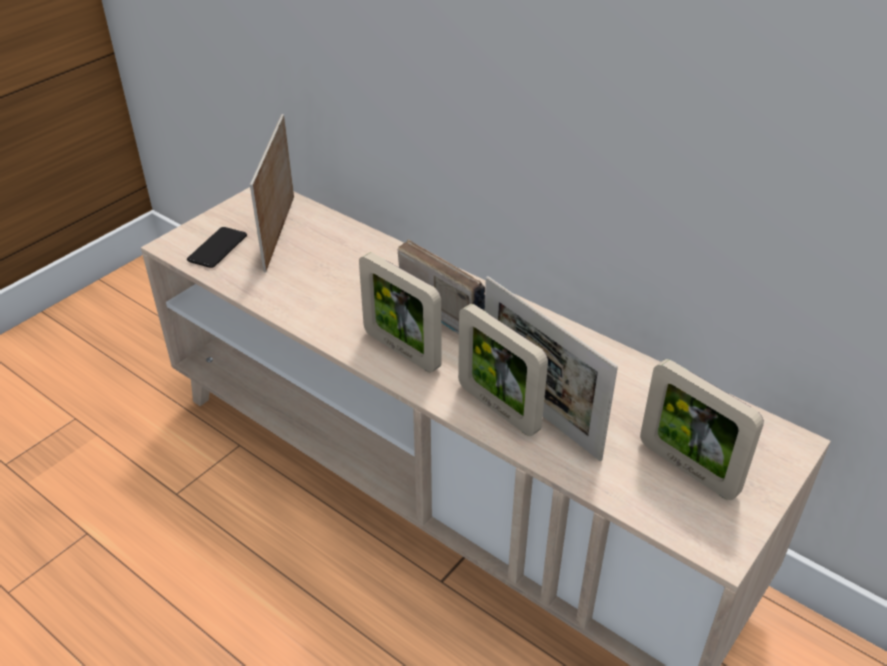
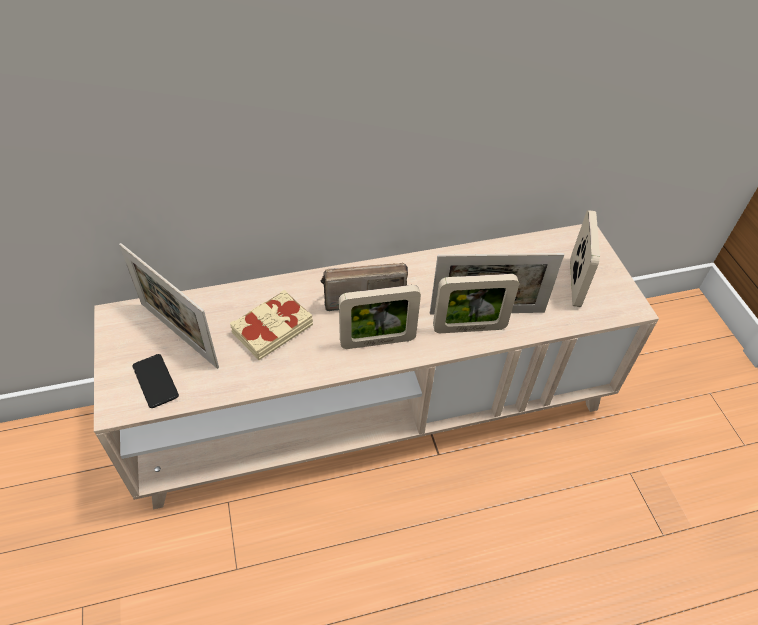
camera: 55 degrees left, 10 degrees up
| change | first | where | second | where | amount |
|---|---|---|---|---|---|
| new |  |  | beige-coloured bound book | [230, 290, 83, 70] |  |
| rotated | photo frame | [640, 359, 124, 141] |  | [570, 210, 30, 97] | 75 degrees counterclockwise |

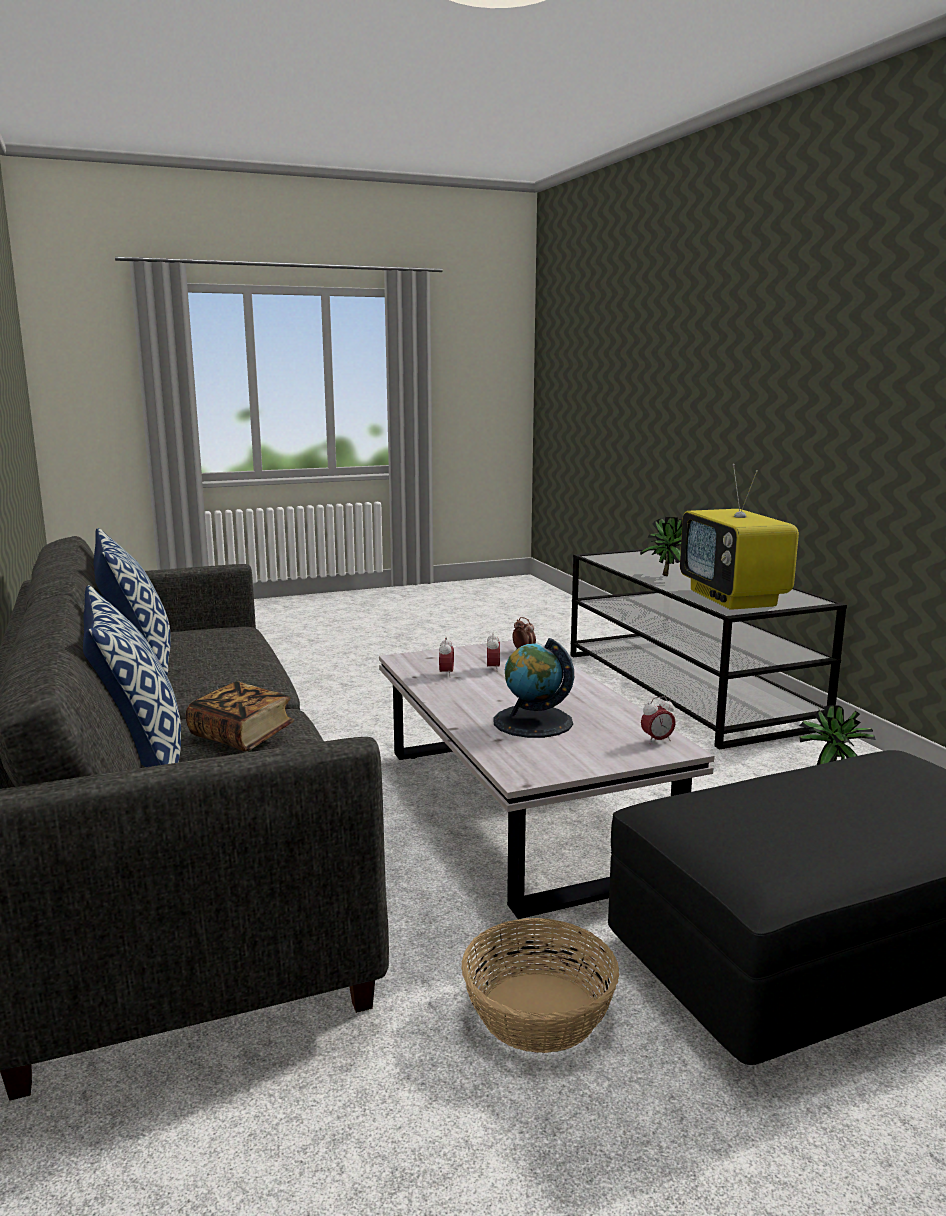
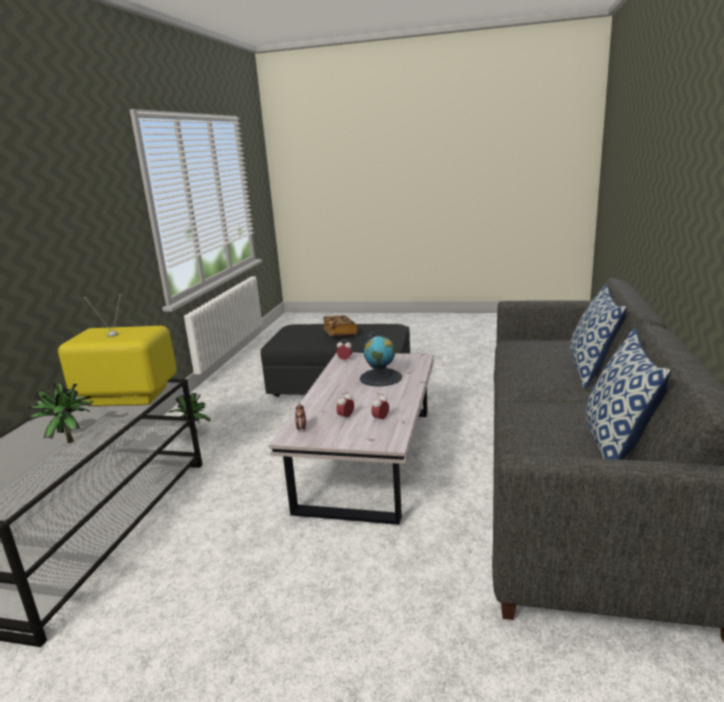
camera: 145 degrees left, 5 degrees up
| change | first | where | second | where | amount |
|---|---|---|---|---|---|
| rotated | TV | [680, 464, 119, 146] |  | [58, 294, 119, 112] | 105 degrees counterclockwise |
| shifted | bound book | [186, 681, 108, 71] |  | [323, 315, 35, 22] |  |
| gone | basket | [461, 918, 158, 135] |  |  |  |

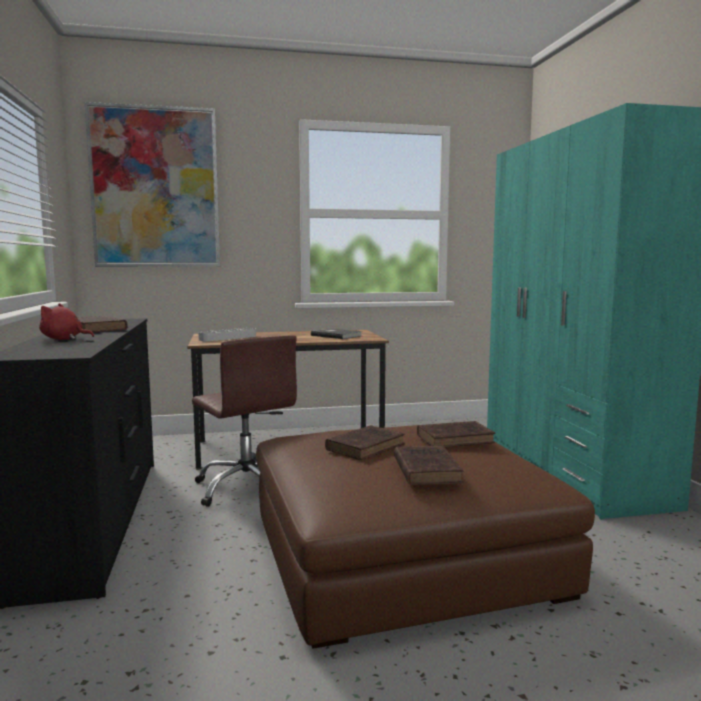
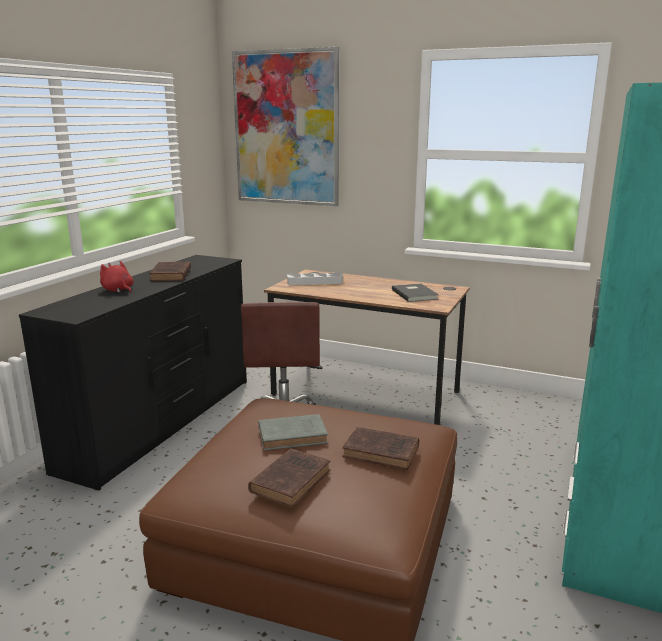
camera: 35 degrees right, 10 degrees up
| change | first | where | second | where | amount |
|---|---|---|---|---|---|
| repainted | brown-coloured bound book | [325, 425, 80, 35] | grey bound book | [259, 414, 69, 36] |  |

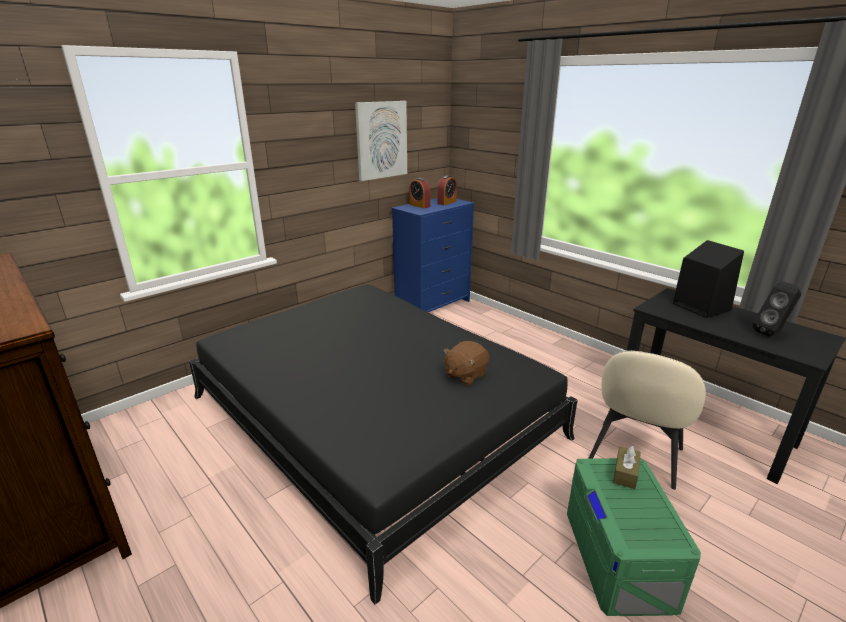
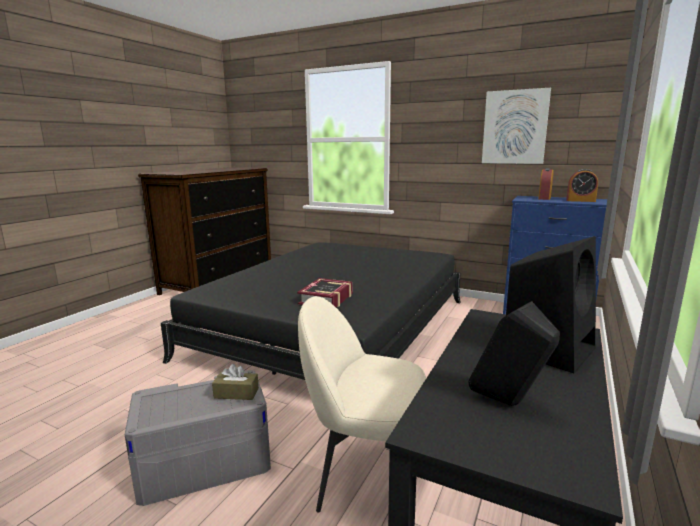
camera: 70 degrees right, 10 degrees down
| change | first | where | second | where | amount |
|---|---|---|---|---|---|
| repainted | greenish storage box | [567, 458, 134, 158] | grey storage box | [125, 370, 146, 136] |  |
| swapped | brown-coloured soft toy | [443, 341, 46, 44] | bound book | [297, 278, 56, 29] |  |

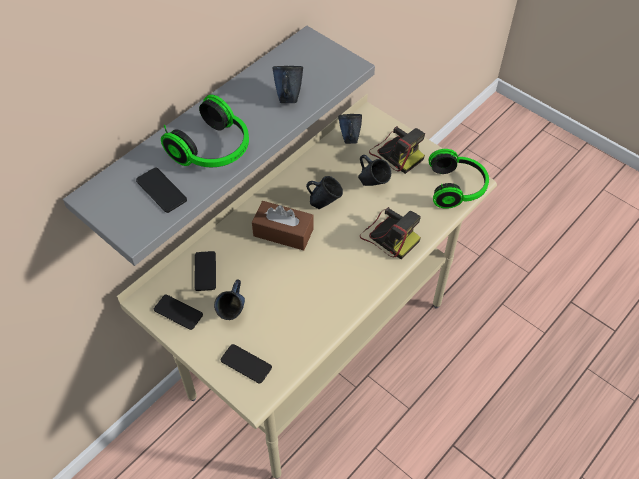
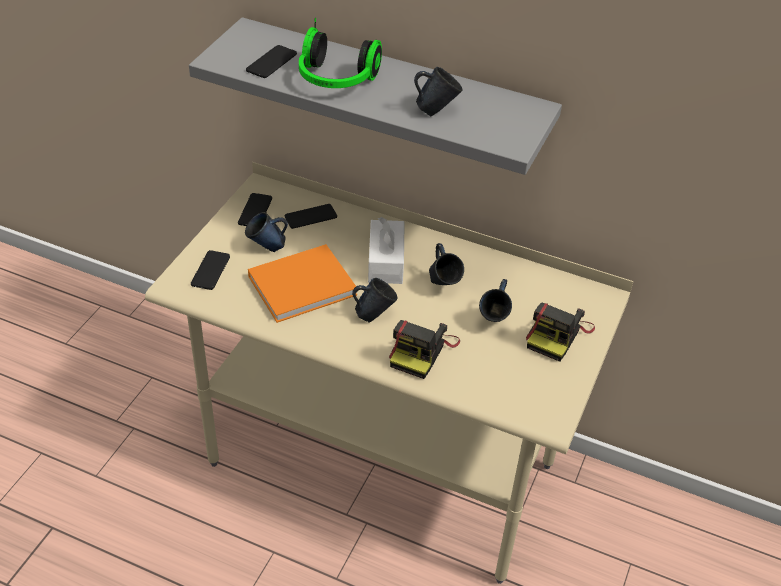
camera: 70 degrees right, 10 degrees down
| change | first | where | second | where | amount |
|---|---|---|---|---|---|
| new |  |  | orange bound book | [248, 244, 109, 79] |  |
| shifted | blue coffee mug | [338, 114, 24, 30] |  | [352, 278, 45, 44] |  |
| repainted | brown-coloured tissue holder | [252, 201, 62, 50] | whitish tissue holder | [368, 217, 37, 67] |  |
| gone | headset | [429, 149, 60, 60] |  |  |  |

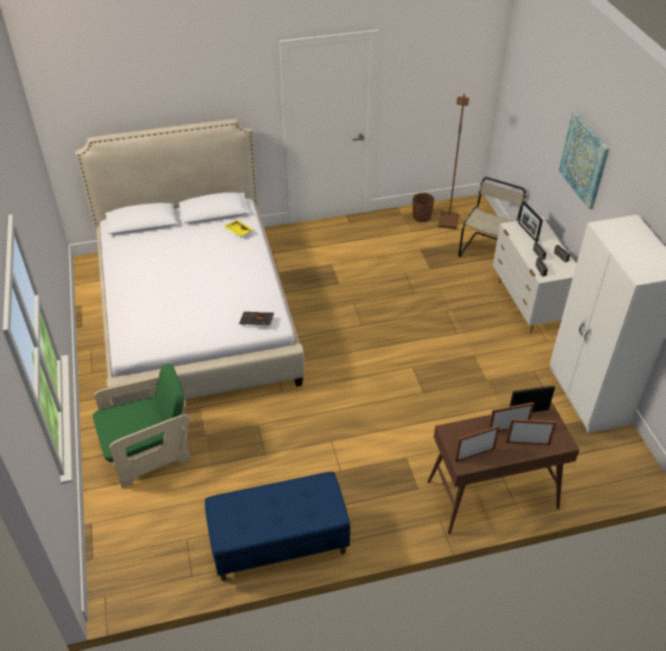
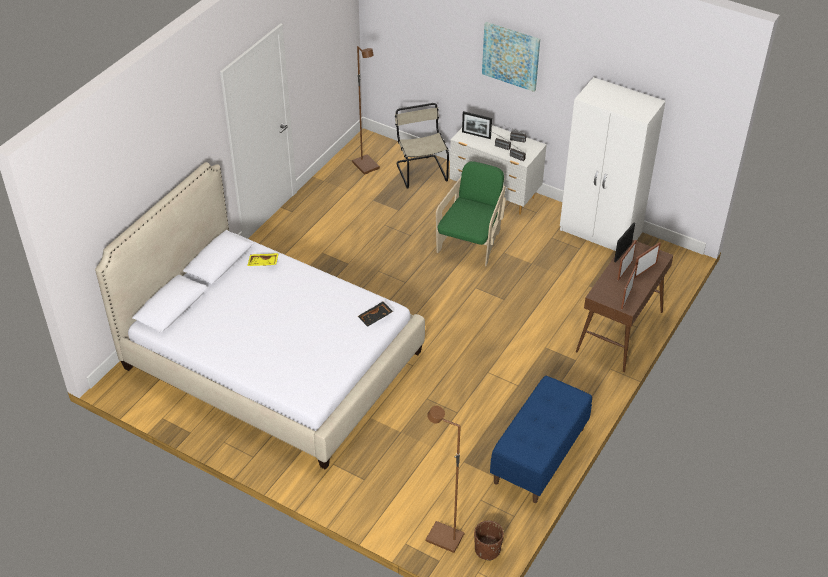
camera: 45 degrees left, 0 degrees up
| change | first | where | second | where | amount |
|---|---|---|---|---|---|
| new |  |  | brown-coloured standing lamp | [426, 406, 38, 147] |  |
| shifted | greenish lounge chair | [93, 364, 99, 124] |  | [436, 161, 70, 105] |  |
| shifted | brown-coloured flower pot | [412, 193, 22, 29] |  | [474, 521, 30, 40] |  |

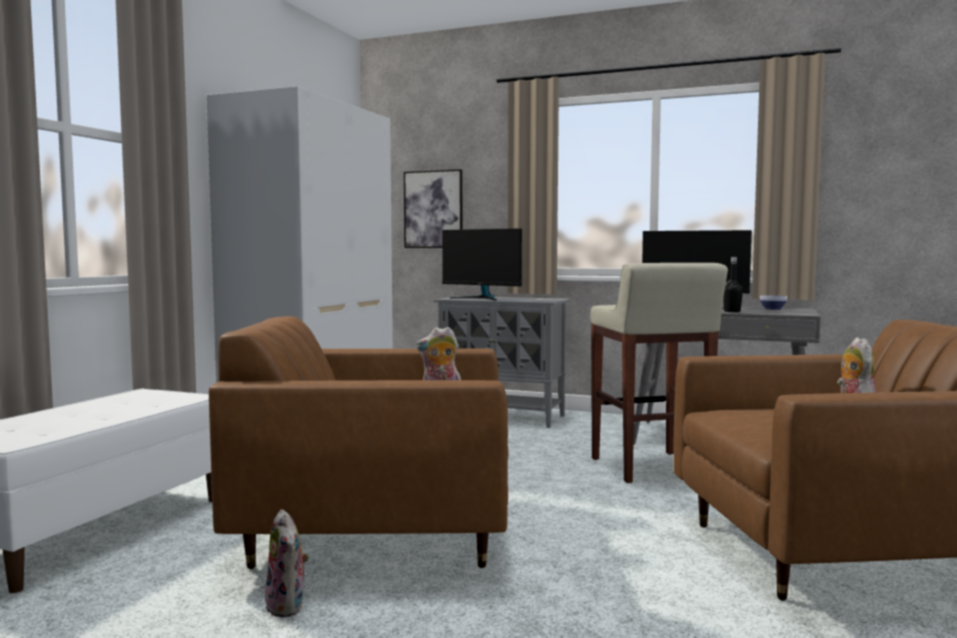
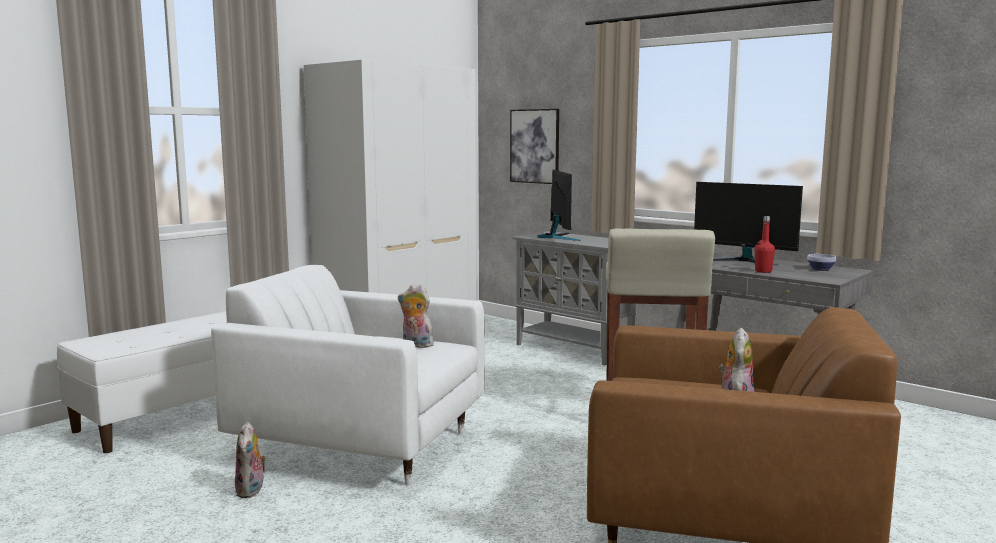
camera: 20 degrees right, 5 degrees up
| change | first | where | second | where | amount |
|---|---|---|---|---|---|
| repainted | brown-coloured lounge chair | [209, 316, 299, 253] | whitish lounge chair | [211, 265, 274, 220] |  |
| rotated | computer display | [442, 228, 80, 73] |  | [537, 170, 43, 71] | 150 degrees counterclockwise |
| repainted | blackish bottle | [723, 257, 20, 55] | red bottle | [755, 216, 20, 57] |  |

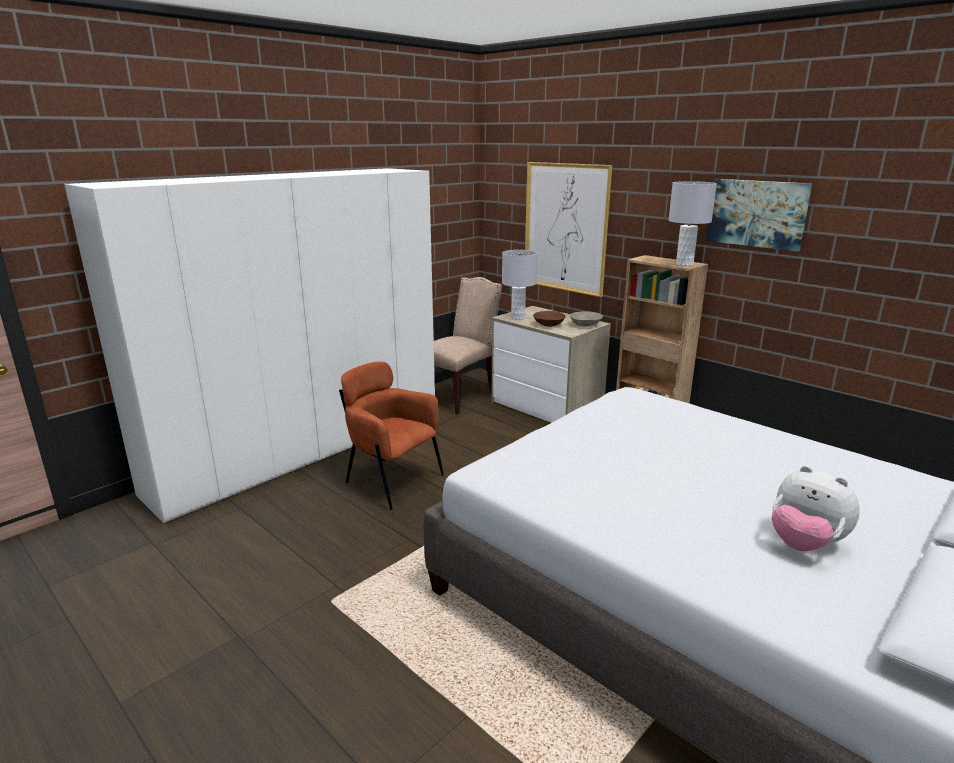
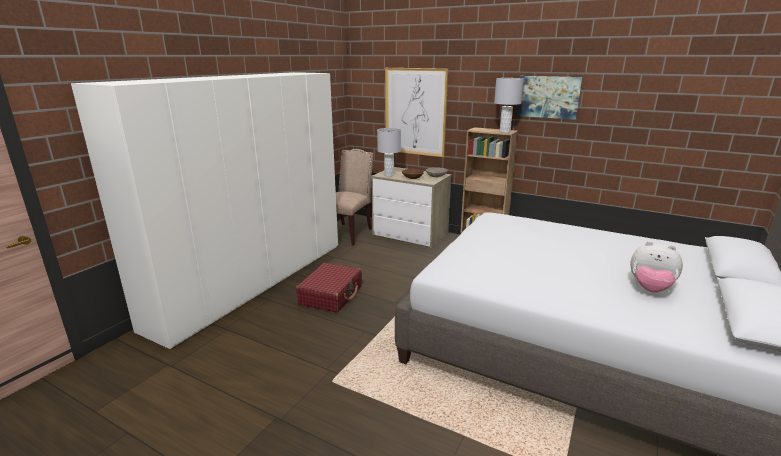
camera: 15 degrees left, 0 degrees up
| change | first | where | second | where | amount |
|---|---|---|---|---|---|
| swapped | brown-coloured lounge chair | [339, 362, 105, 148] | red piece of luggage | [296, 263, 66, 50] |  |

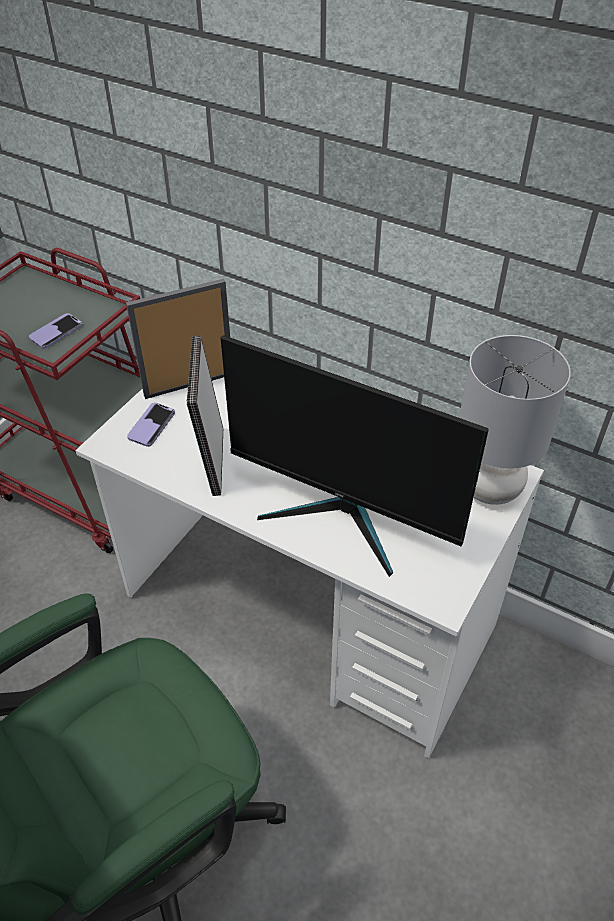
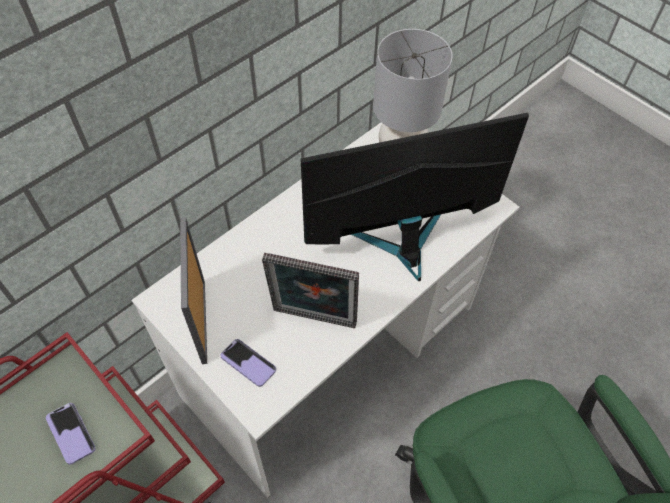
camera: 75 degrees left, 10 degrees up
| change | first | where | second | where | amount |
|---|---|---|---|---|---|
| rotated | computer display | [221, 335, 268, 242] |  | [301, 113, 228, 168] | 150 degrees counterclockwise |

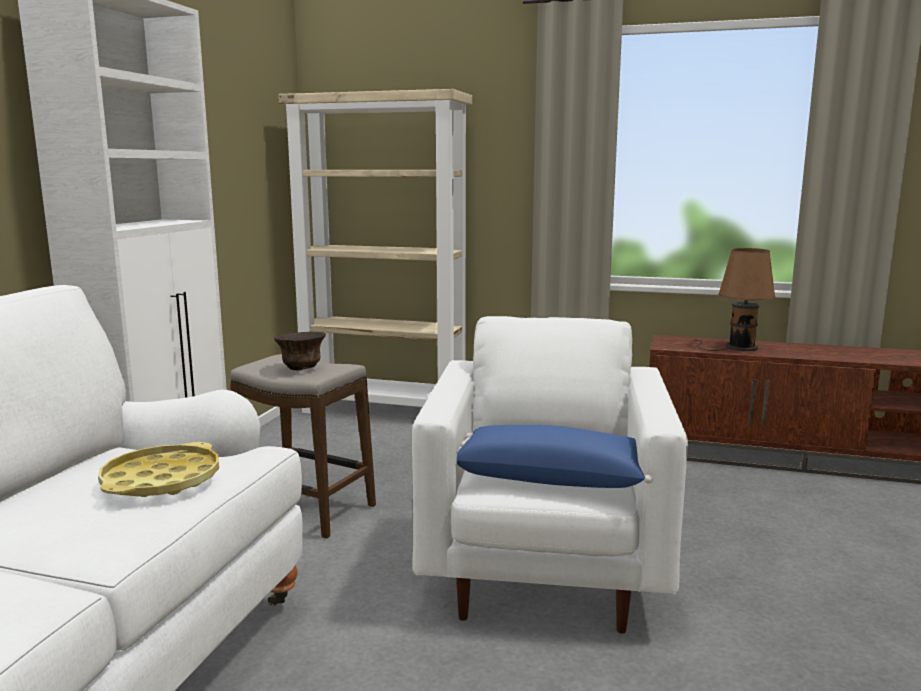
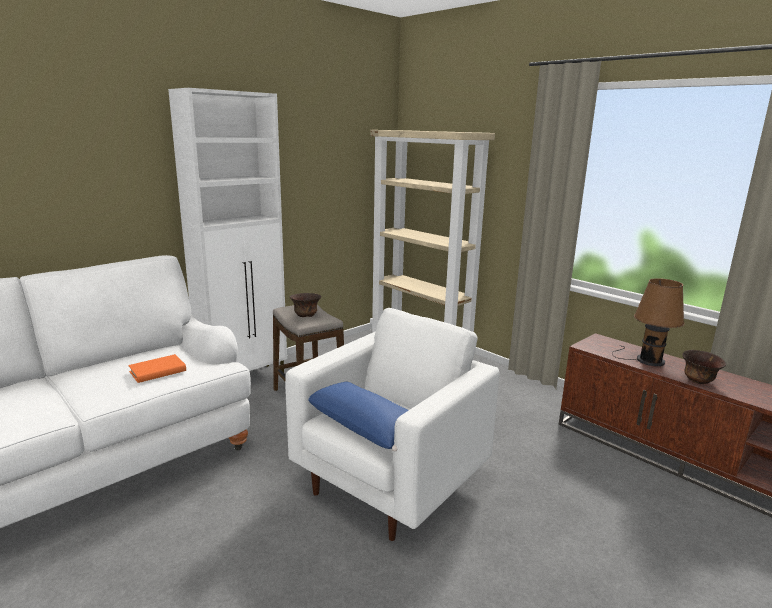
camera: 30 degrees right, 5 degrees up
| change | first | where | second | where | amount |
|---|---|---|---|---|---|
| swapped | yellow-coloured serving tray | [98, 442, 121, 55] | orange bound book | [128, 354, 58, 29] |  |
| new |  |  | brown-coloured serving bowl | [683, 350, 43, 34] |  |

